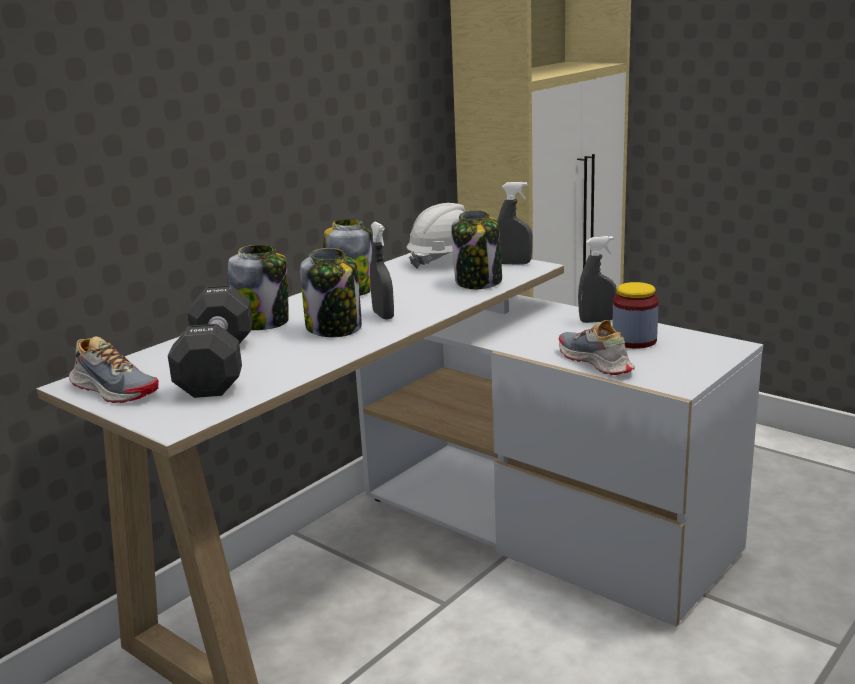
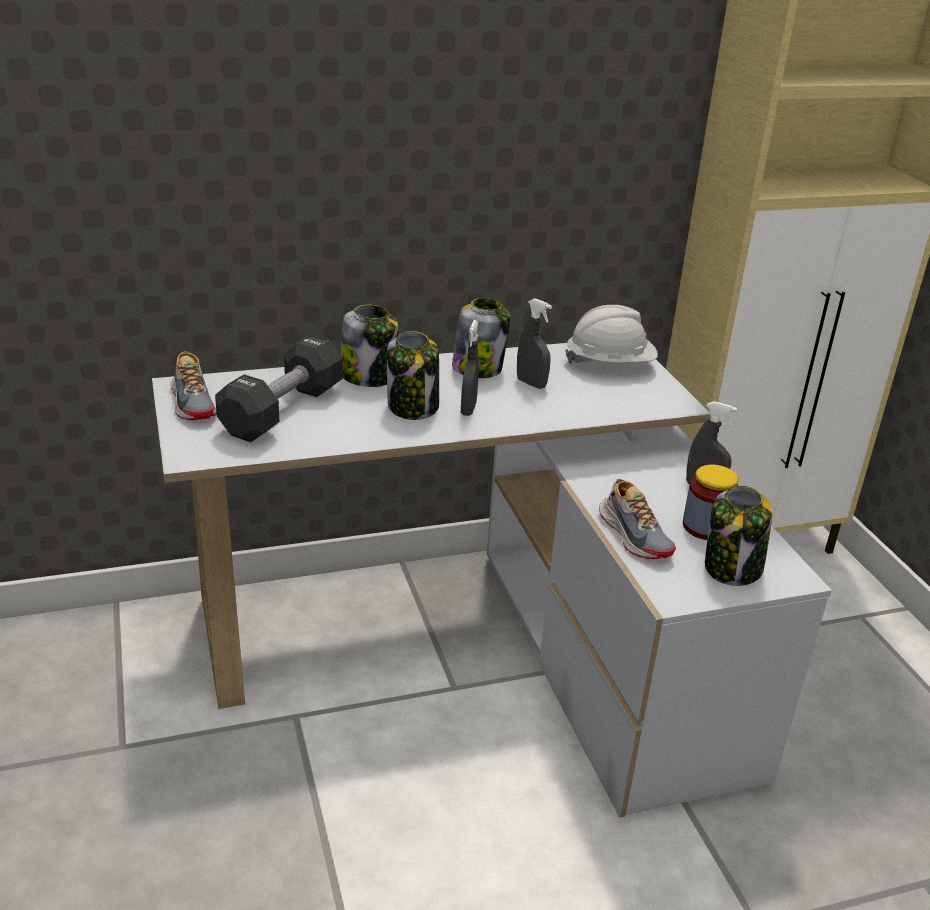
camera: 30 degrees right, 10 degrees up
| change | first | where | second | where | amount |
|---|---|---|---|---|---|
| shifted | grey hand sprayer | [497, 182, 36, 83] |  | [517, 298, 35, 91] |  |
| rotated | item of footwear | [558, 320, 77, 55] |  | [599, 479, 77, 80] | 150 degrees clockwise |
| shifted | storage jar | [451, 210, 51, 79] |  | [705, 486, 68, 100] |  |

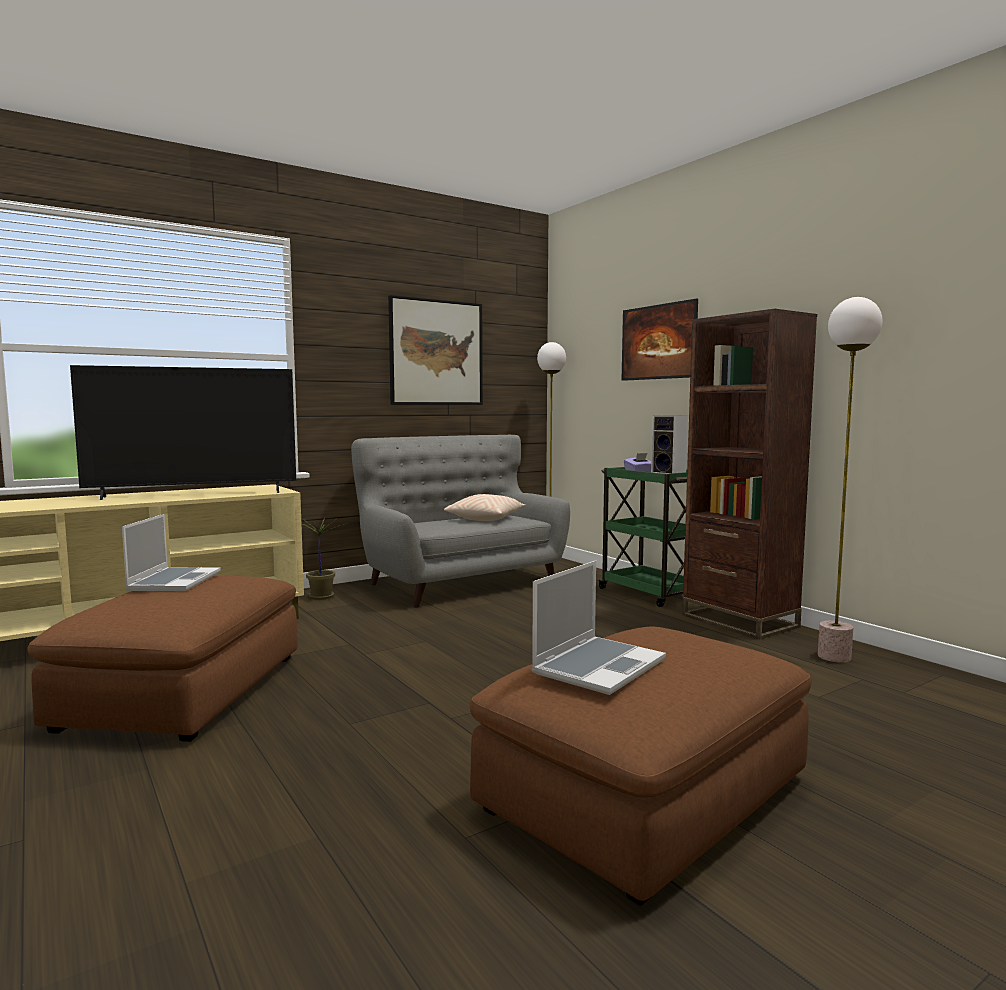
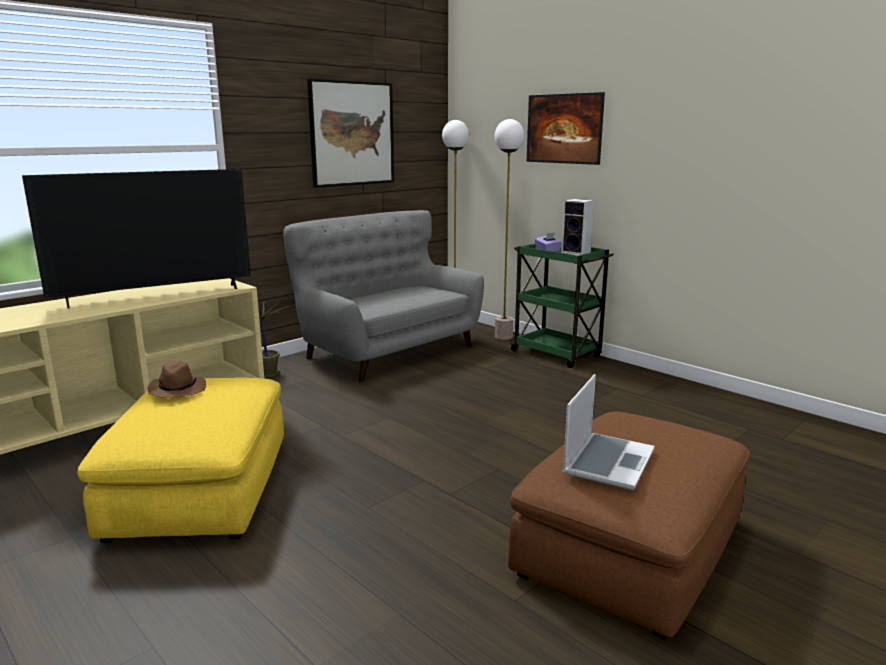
camera: 10 degrees left, 10 degrees up
| change | first | where | second | where | amount |
|---|---|---|---|---|---|
| repainted | brown-coloured footrest | [27, 576, 271, 166] | yellow-coloured footrest | [77, 377, 207, 166] |  |
| swapped | notebook computer | [122, 514, 99, 77] | brown-coloured wearable hat | [148, 361, 58, 37] |  |
| shifted | standing lamp | [818, 297, 64, 366] |  | [495, 119, 29, 221] |  |
| gone | beige-coloured throw pillow | [444, 494, 82, 27] |  |  |  |
| gone | brown-coloured bookcase | [682, 309, 135, 331] |  |  |  |

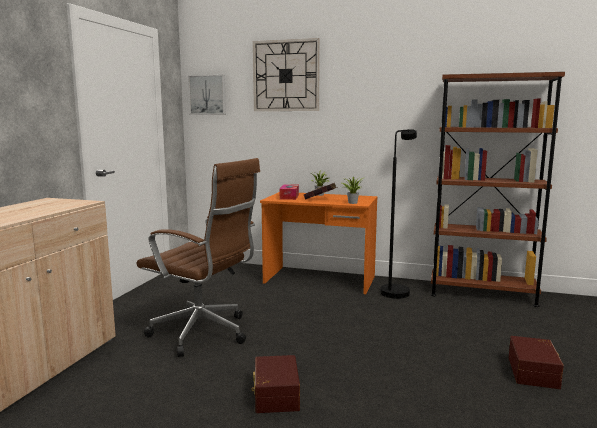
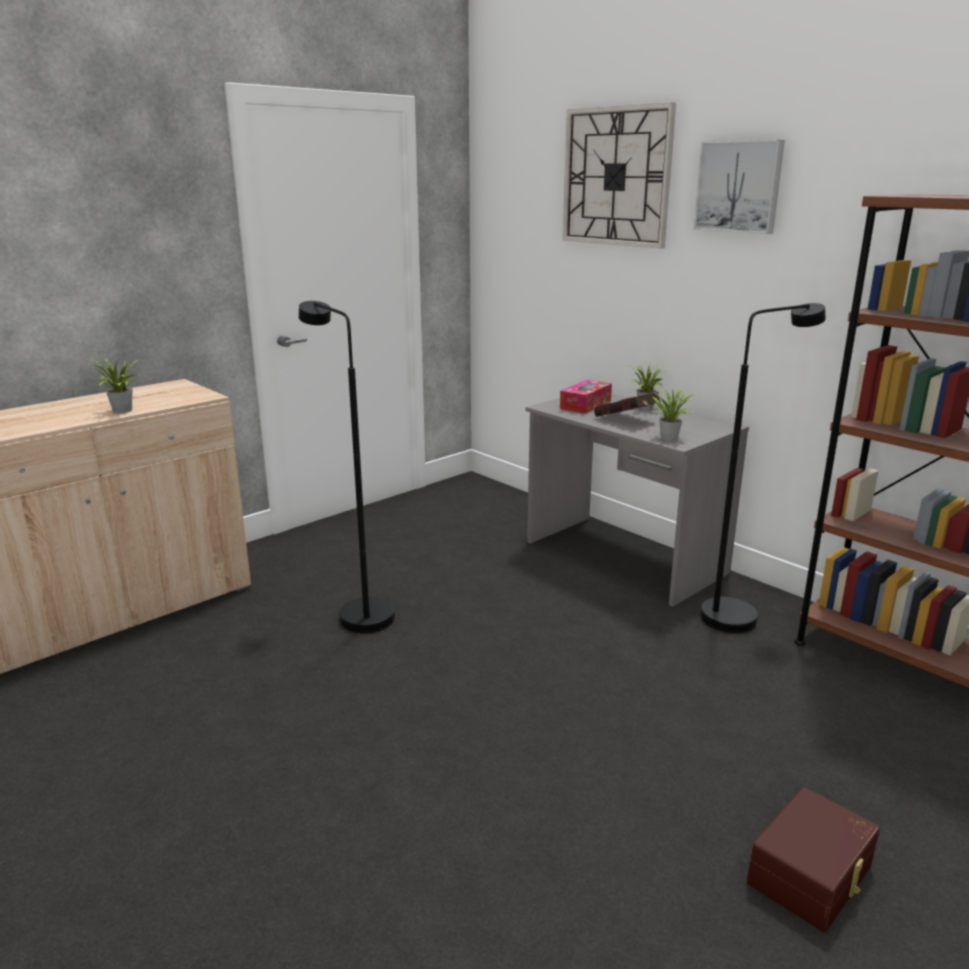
camera: 30 degrees right, 10 degrees up
| change | first | where | second | where | amount |
|---|---|---|---|---|---|
| new |  |  | plant in a pot | [88, 355, 52, 58] |  |
| swapped | brown-coloured office chair | [136, 158, 124, 199] | blackish standing lamp | [299, 301, 96, 332] |  |
| repainted | orange desk | [260, 192, 118, 102] | grey desk | [525, 394, 224, 213] |  |
| shifted | picture | [188, 75, 38, 39] |  | [693, 140, 92, 94] |  |
| gone | brown-coloured storage box | [251, 355, 49, 58] |  |  |  |

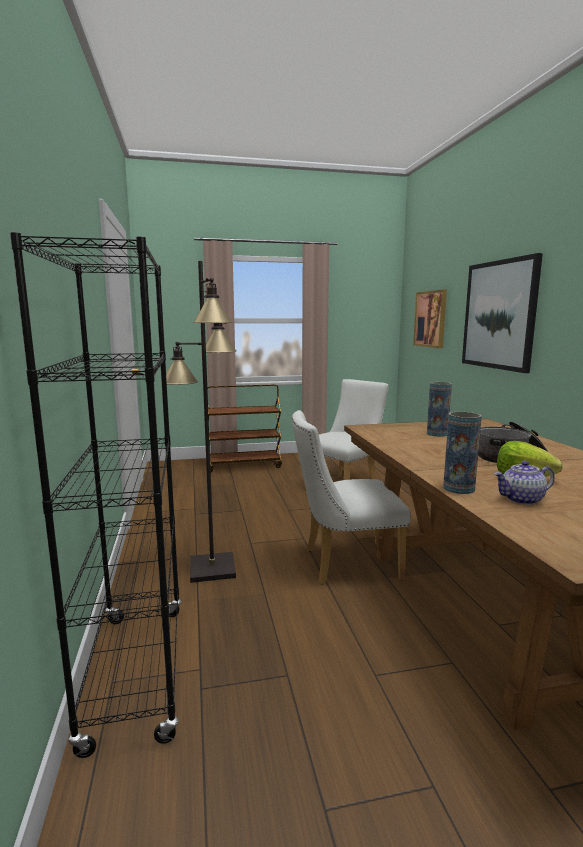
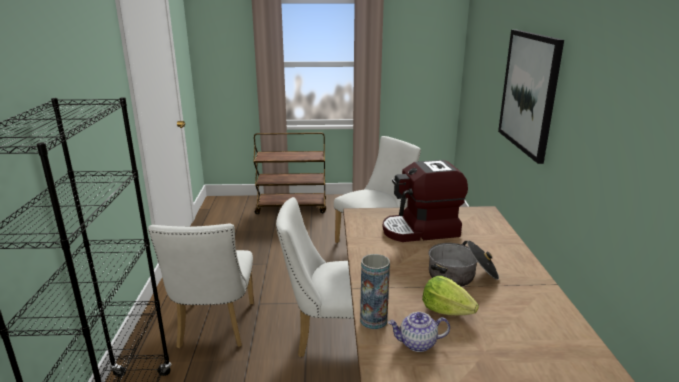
camera: 10 degrees right, 10 degrees up
| change | first | where | second | where | amount |
|---|---|---|---|---|---|
| swapped | blackish standing lamp | [161, 261, 76, 322] | whitish chair | [148, 224, 106, 124] |  |
| swapped | vase | [427, 382, 25, 55] | coffee maker | [383, 160, 85, 82] |  |
| gone | picture | [413, 289, 34, 59] |  |  |  |

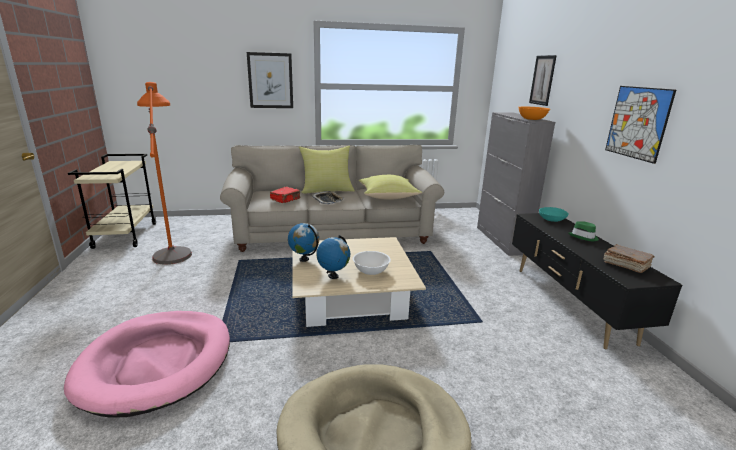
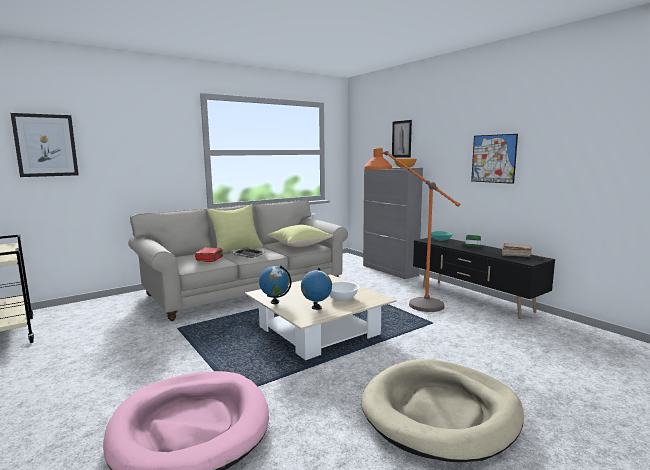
camera: 25 degrees left, 10 degrees down
| change | first | where | second | where | amount |
|---|---|---|---|---|---|
| shifted | picture | [247, 52, 46, 56] |  | [10, 113, 69, 64] |  |
| shifted | orange standing lamp | [137, 82, 55, 182] |  | [364, 148, 96, 164] |  |

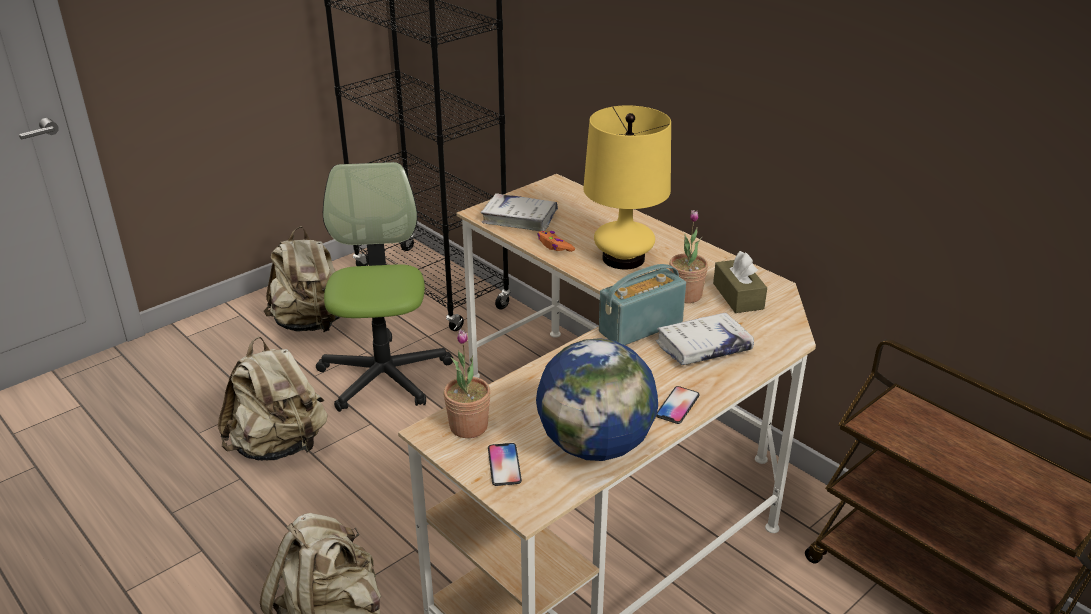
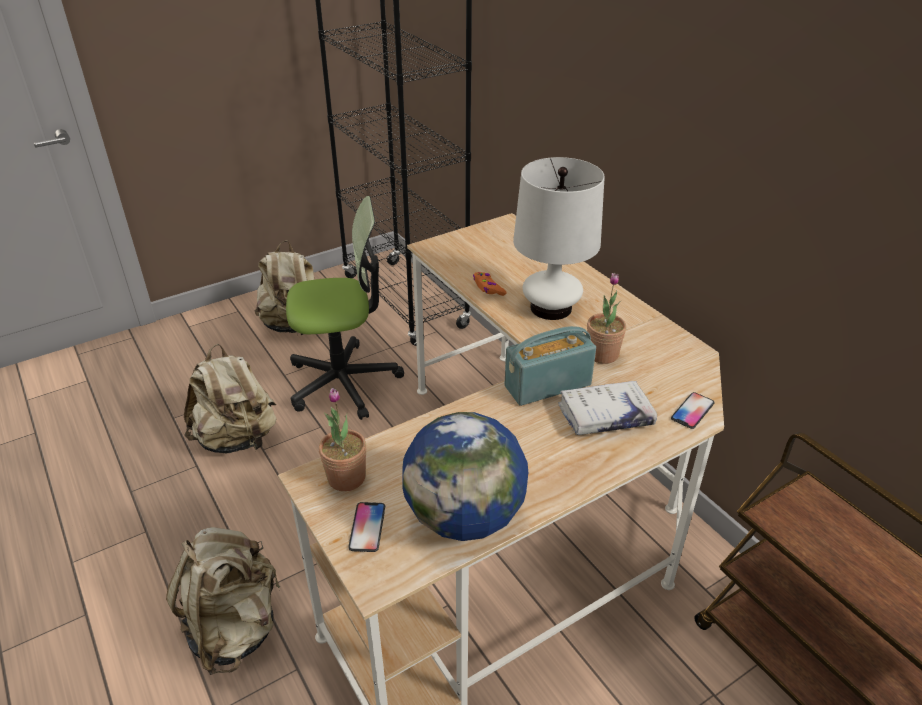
camera: 10 degrees right, 5 degrees up
| change | first | where | second | where | amount |
|---|---|---|---|---|---|
| rotated | office chair | [316, 162, 137, 250] |  | [286, 196, 118, 224] | 75 degrees clockwise |
| repainted | yellow-coloured lamp for a table | [583, 105, 88, 164] | whitish lamp for a table | [513, 157, 92, 163] |  |
| shifted | telephone | [656, 386, 44, 38] |  | [671, 392, 44, 37] |  |
| gone | whitish bound book | [481, 193, 77, 38] |  |  |  |
| gone | brown-coloured tissue holder | [713, 251, 54, 62] |  |  |  |

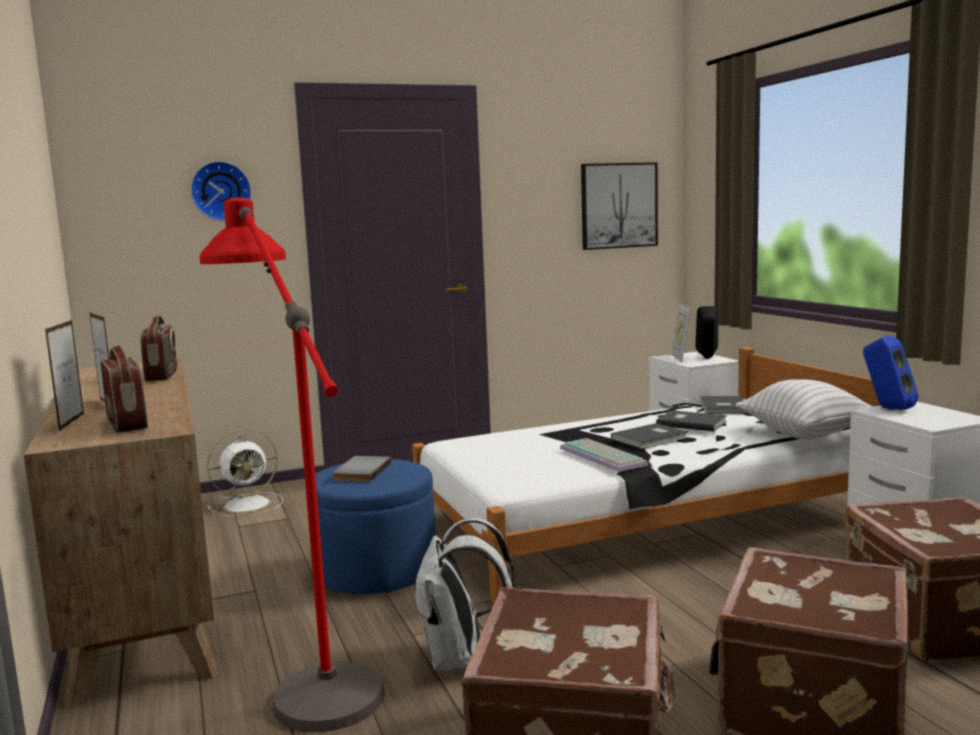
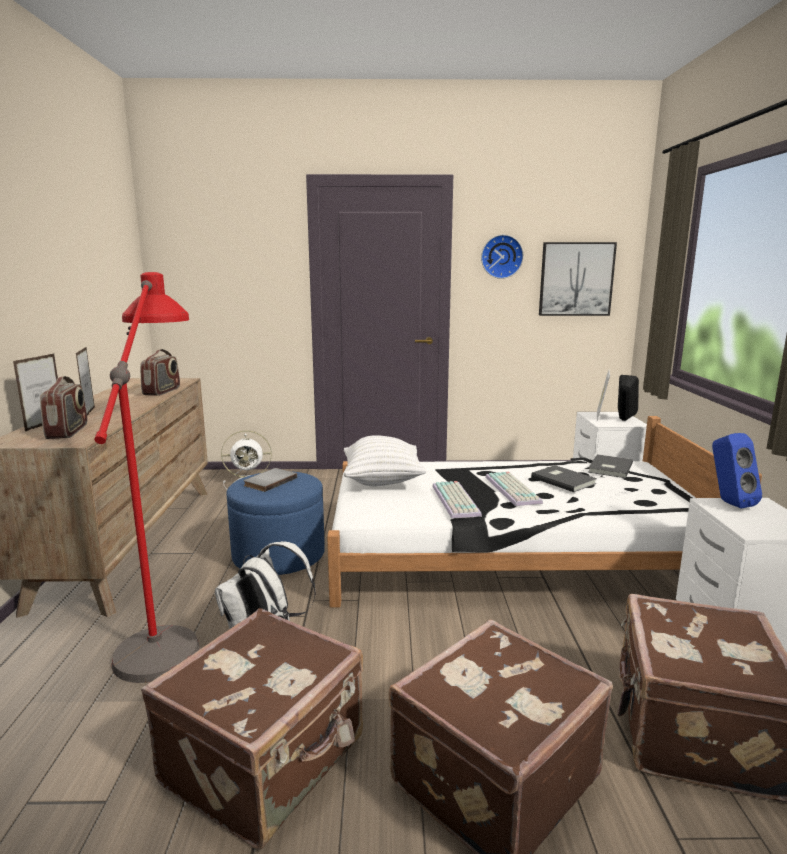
camera: 20 degrees right, 5 degrees up
| change | first | where | second | where | amount |
|---|---|---|---|---|---|
| shifted | whitish throw pillow | [735, 379, 139, 60] |  | [344, 435, 82, 51] |  |
| shifted | clock on the wall | [190, 161, 62, 60] |  | [481, 235, 43, 44] |  |
| swapped | grey bound book | [611, 423, 77, 26] | computer keyboard | [485, 472, 58, 34] |  |

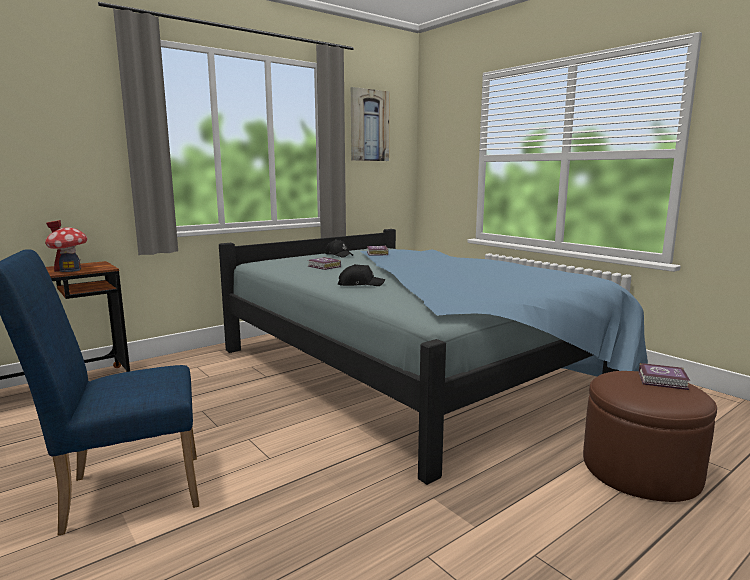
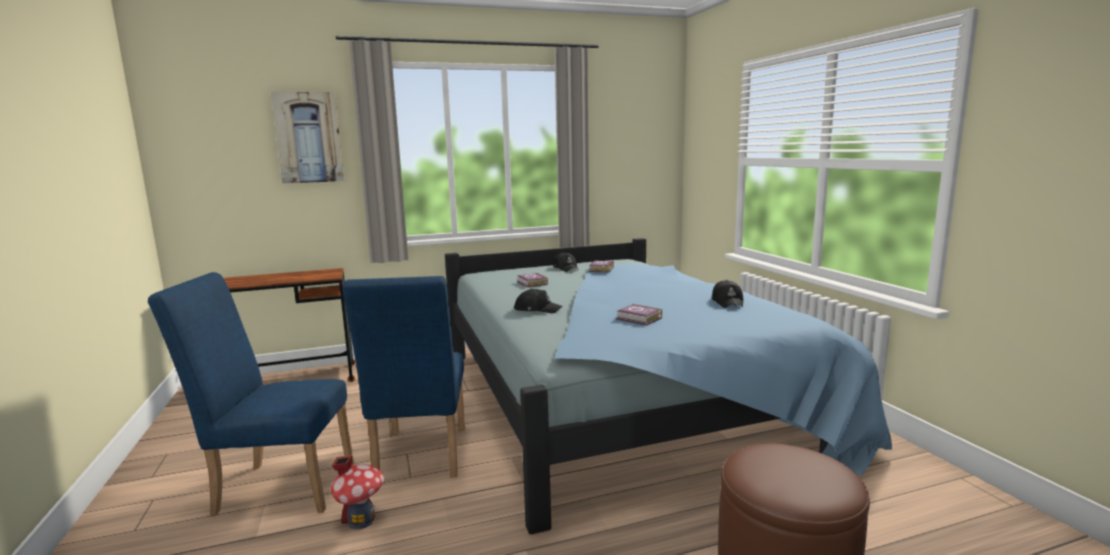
camera: 20 degrees right, 0 degrees up
| change | first | where | second | where | amount |
|---|---|---|---|---|---|
| shifted | picture | [351, 87, 39, 74] |  | [271, 92, 73, 92] |  |
| shifted | toy house | [45, 220, 42, 52] |  | [331, 455, 53, 74] |  |
| new |  |  | blue chair | [343, 276, 122, 202] |  |
| shifted | bound book | [639, 363, 51, 27] |  | [616, 304, 46, 21] |  |
| new |  |  | blackish baseball cap | [712, 280, 32, 28] |  |

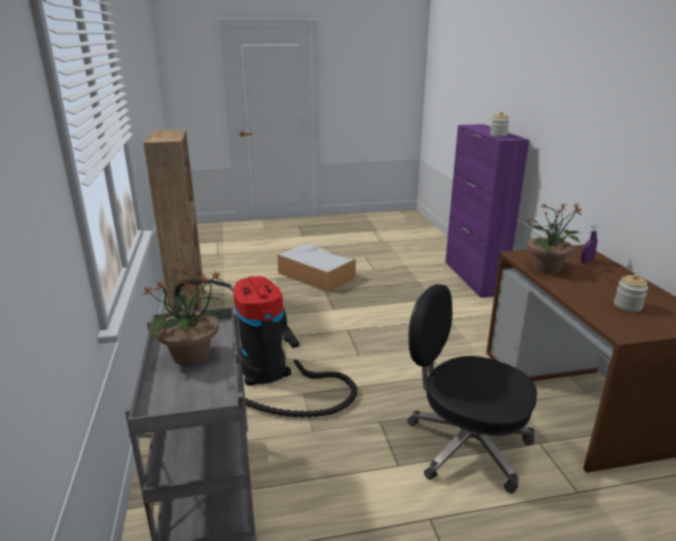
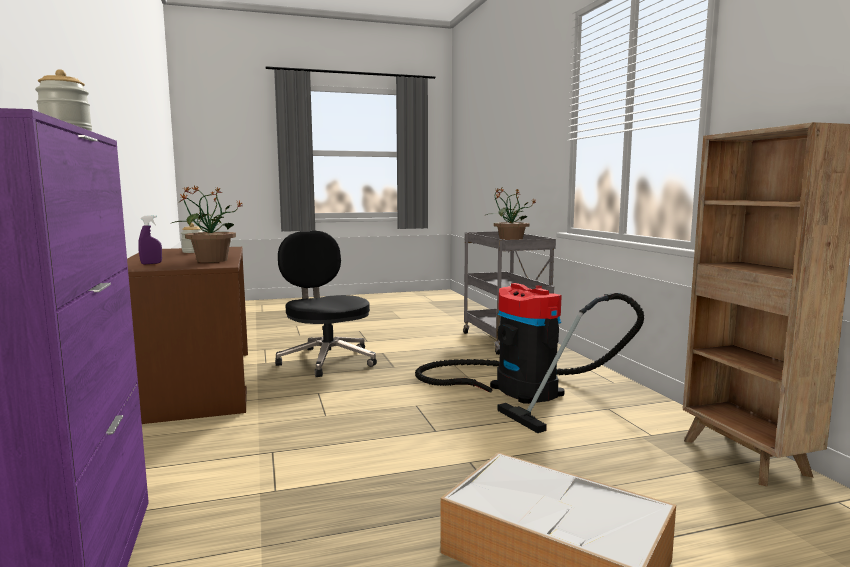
camera: 175 degrees right, 15 degrees down
| change | first | where | second | where | amount |
|---|---|---|---|---|---|
| rotated | blackish office chair | [407, 284, 130, 210] |  | [275, 231, 102, 146] | 150 degrees counterclockwise |

